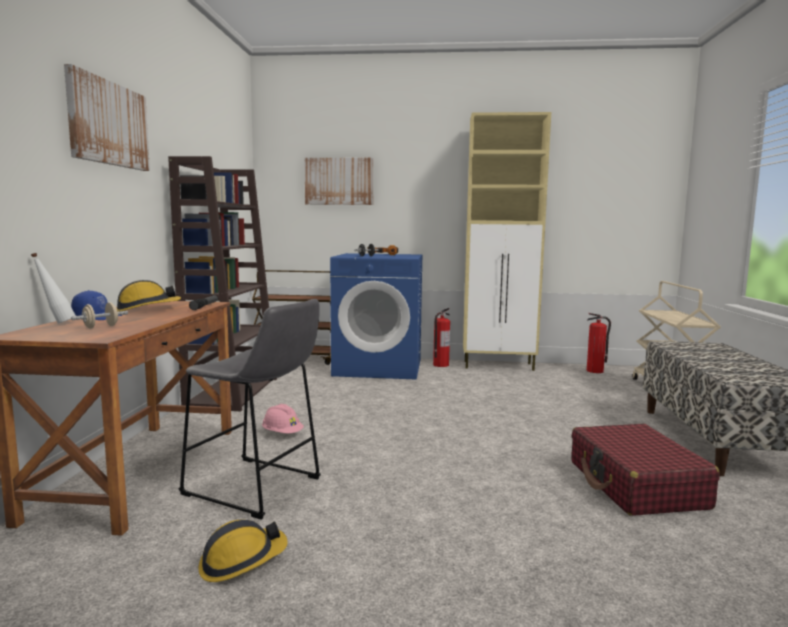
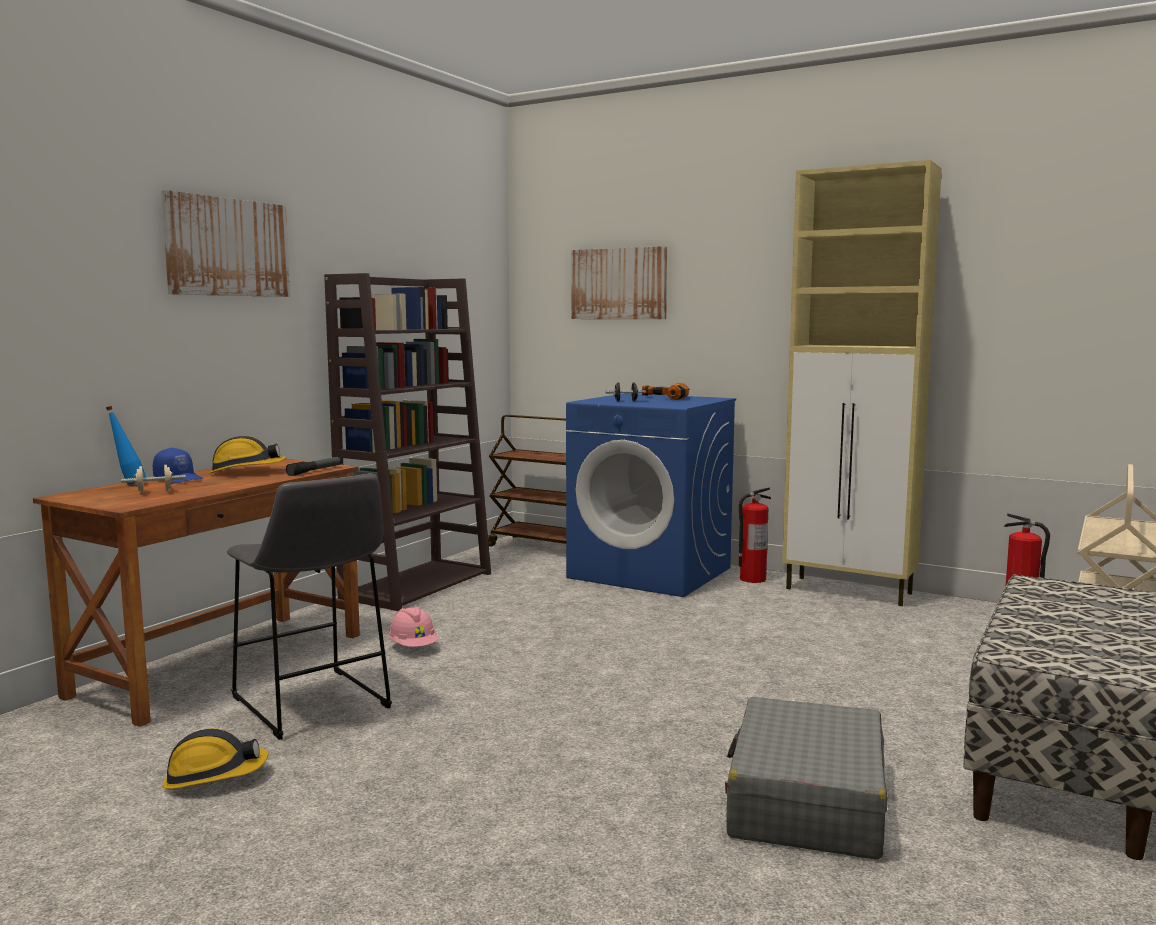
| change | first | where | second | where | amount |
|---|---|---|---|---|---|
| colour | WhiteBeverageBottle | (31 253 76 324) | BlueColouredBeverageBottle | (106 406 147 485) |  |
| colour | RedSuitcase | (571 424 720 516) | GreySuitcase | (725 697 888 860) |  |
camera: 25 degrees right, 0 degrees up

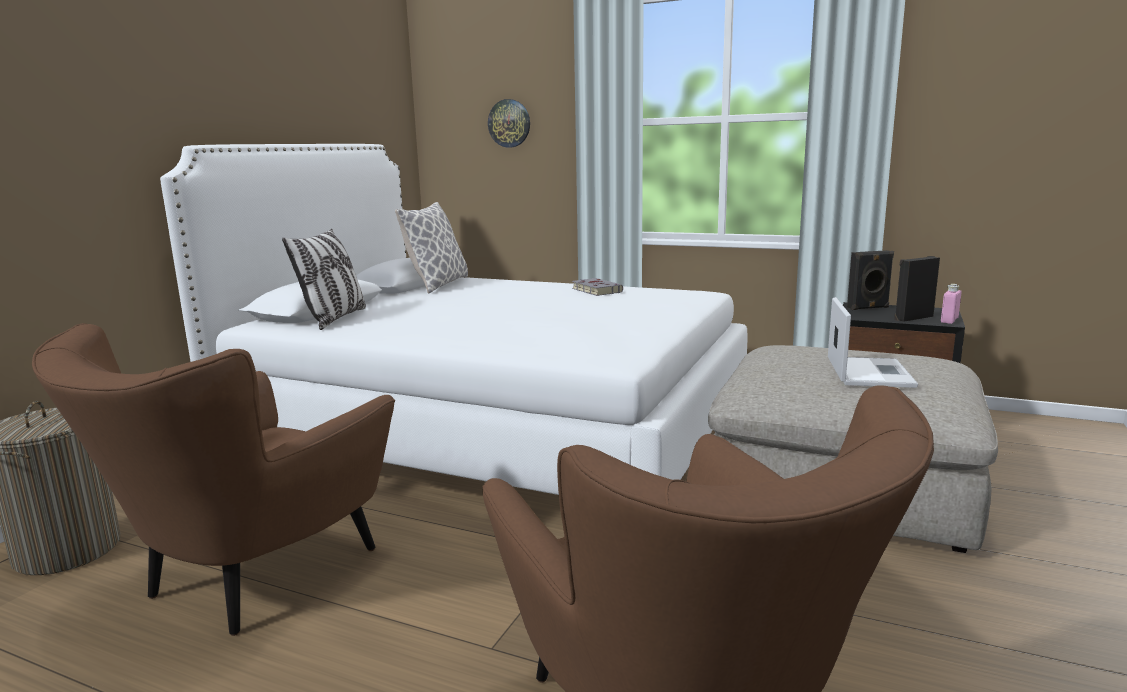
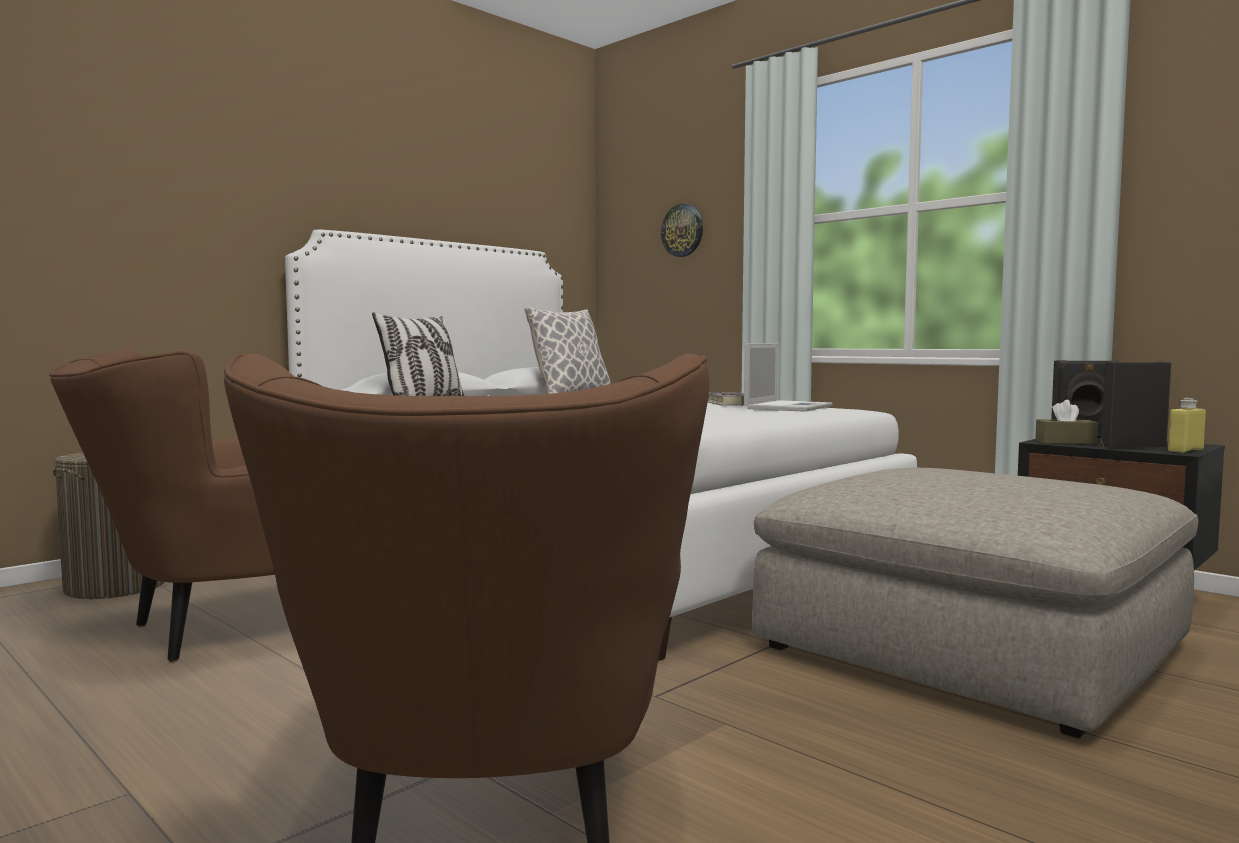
| change | first | where | second | where | amount |
|---|---|---|---|---|---|
| colour | PinkishBeverageBottle | (941 284 962 324) | YellowBeverageBottle | (1168 398 1206 453) |  |
| relocated | PortableComputer | (828 297 918 388) |  | (744 343 833 412) |  |
| appeared |  |  | BrownishBoxOfTissues | (1035 400 1098 444) |  |
camera: 20 degrees right, 10 degrees down

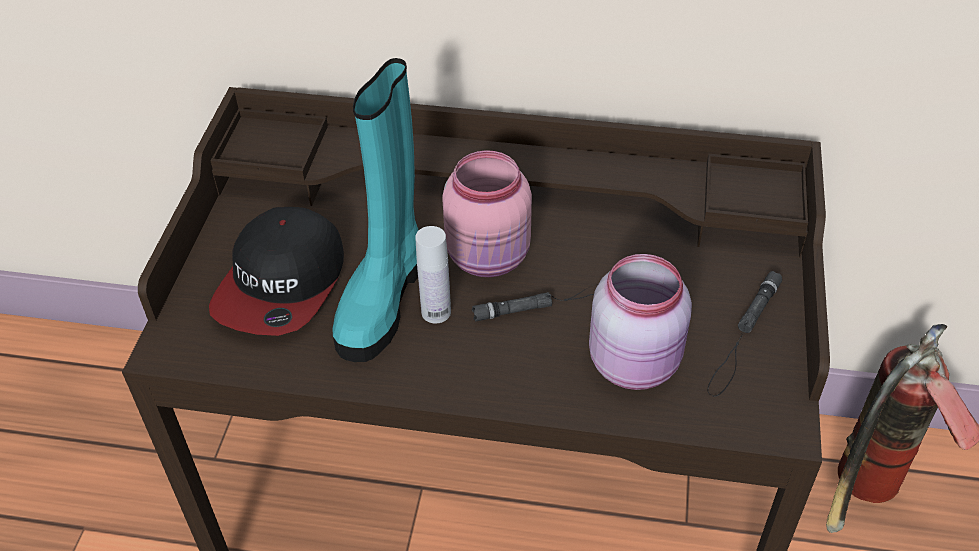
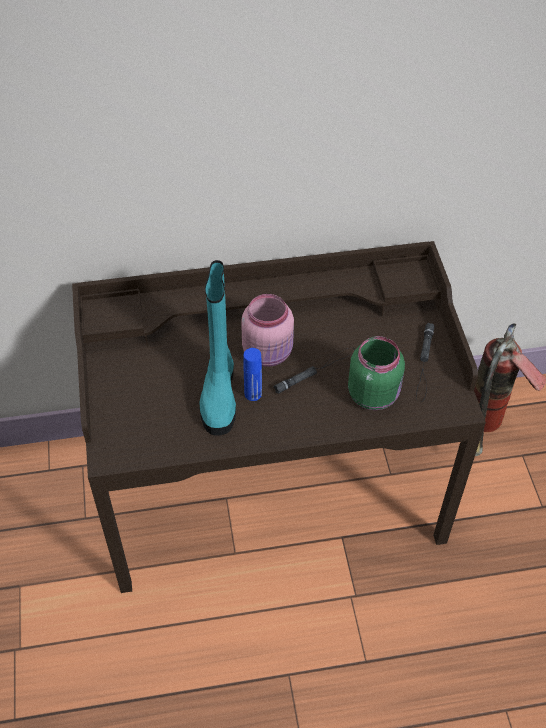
| change | first | where | second | where | amount |
|---|---|---|---|---|---|
| missing | PeakedCap | (209 207 344 336) |  |  |  |
| colour | WhiteBeverageBottle | (415 226 451 323) | BlueColouredBeverageBottle | (243 348 262 401) |  |
| colour | PinkishJar | (589 254 692 390) | GreenJar | (348 336 405 410) |  |
camera: 20 degrees left, 5 degrees up

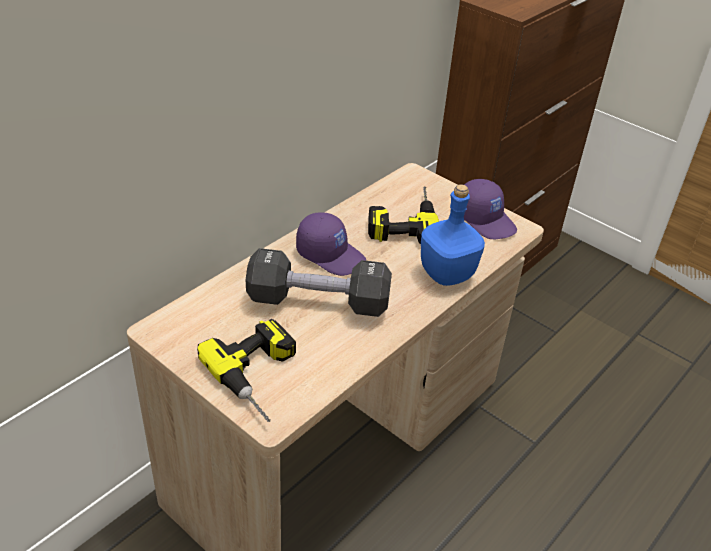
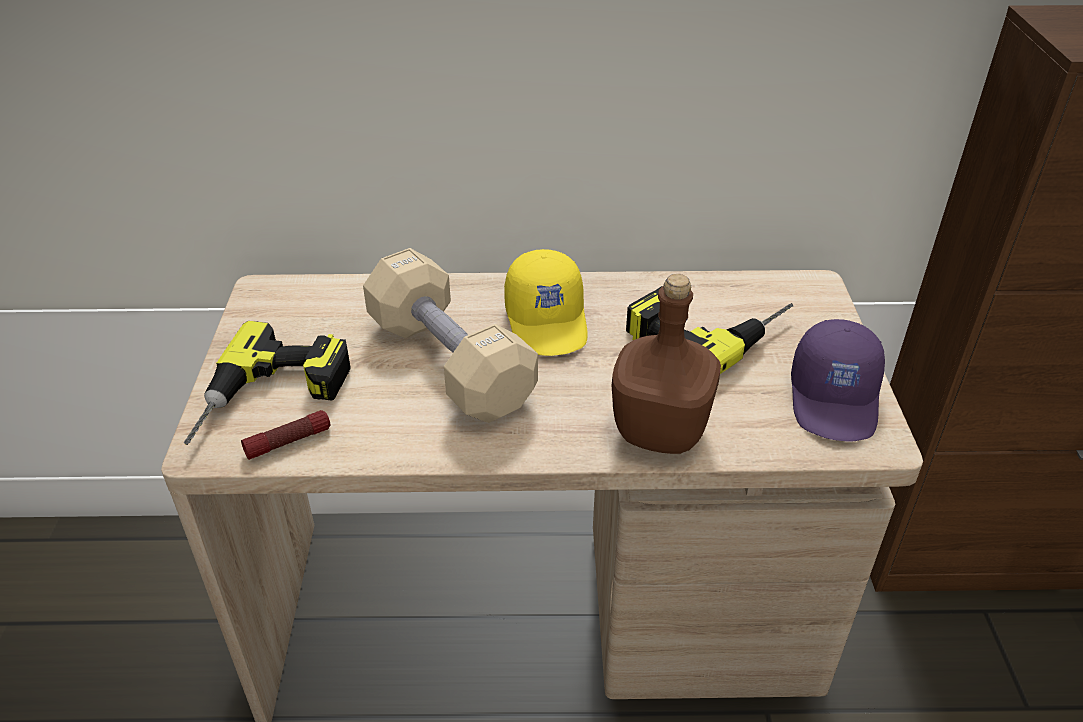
| change | first | where | second | where | amount |
|---|---|---|---|---|---|
| colour | BlueColouredBeverageBottle | (421 184 485 286) | BrownishBeverageBottle | (611 274 721 454) |  |
| colour | PurplishPeakedCap | (296 212 366 276) | YellowPeakedCap | (504 249 588 356) |  |
| colour | BlackishFreeWeight | (246 248 392 317) | BeigeFreeWeight | (363 248 538 423) |  |
| appeared |  |  | HandTorch | (241 410 330 460) |  |
camera: 50 degrees right, 0 degrees up

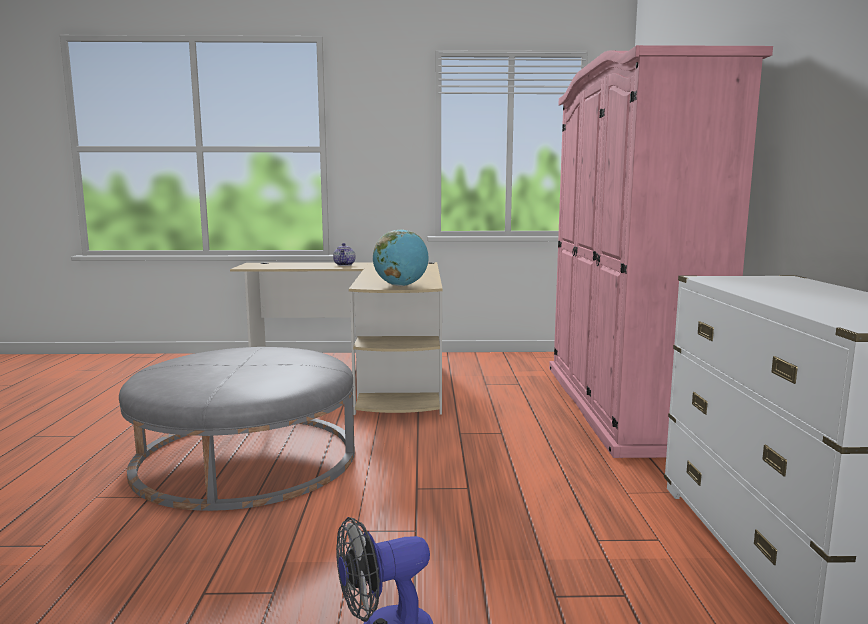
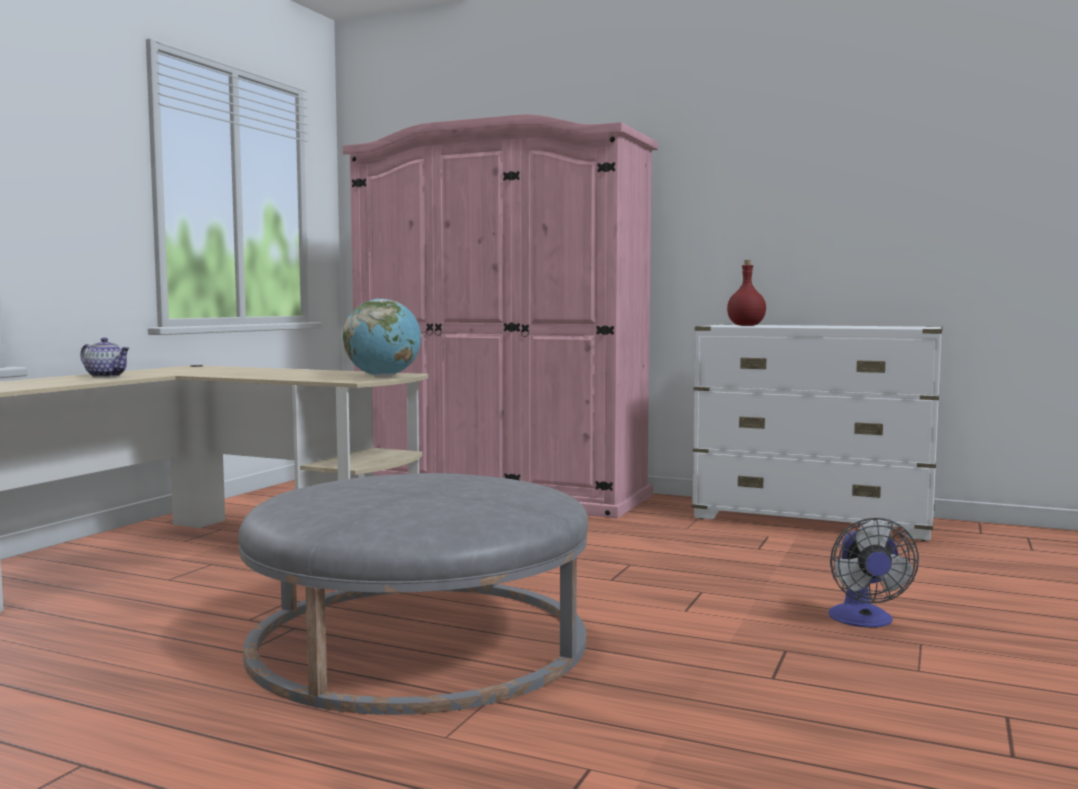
| change | first | where | second | where | amount |
|---|---|---|---|---|---|
| appeared |  |  | RedBeverageBottle | (727 260 766 326) |  |
camera: 65 degrees left, 5 degrees down

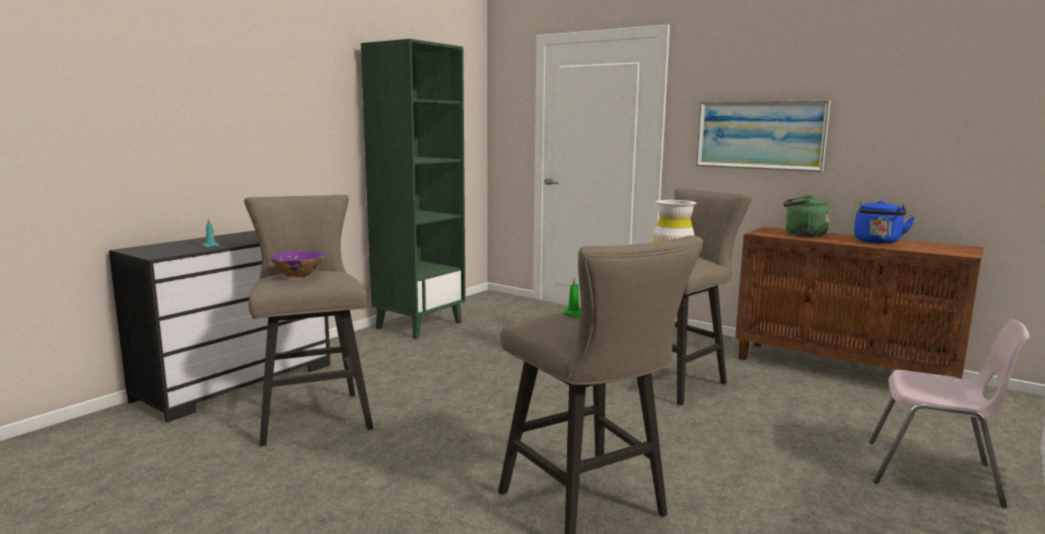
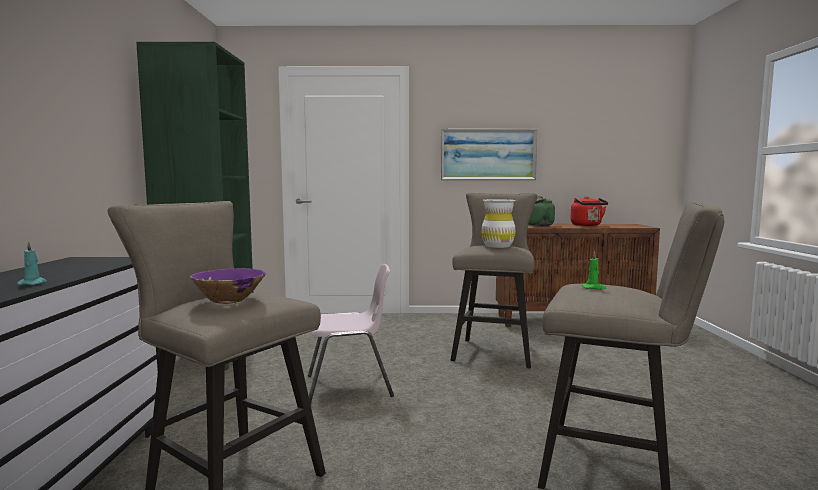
| change | first | where | second | where | amount |
|---|---|---|---|---|---|
| colour | BlueColouredWaterKettle | (854 200 915 244) | RedWaterKettle | (570 196 608 226) |  |
| relocated | PinkishChair | (869 320 1029 508) |  | (308 264 394 404) |  |
camera: 35 degrees left, 5 degrees down

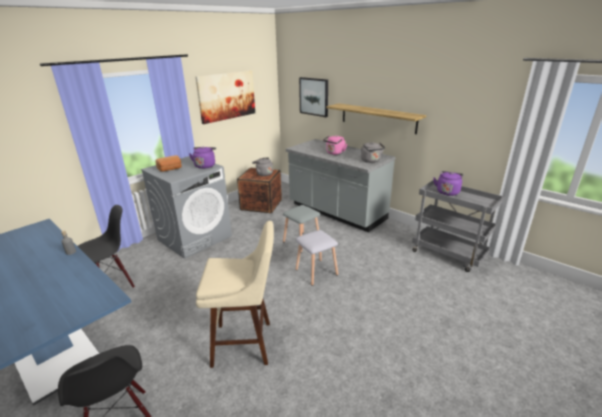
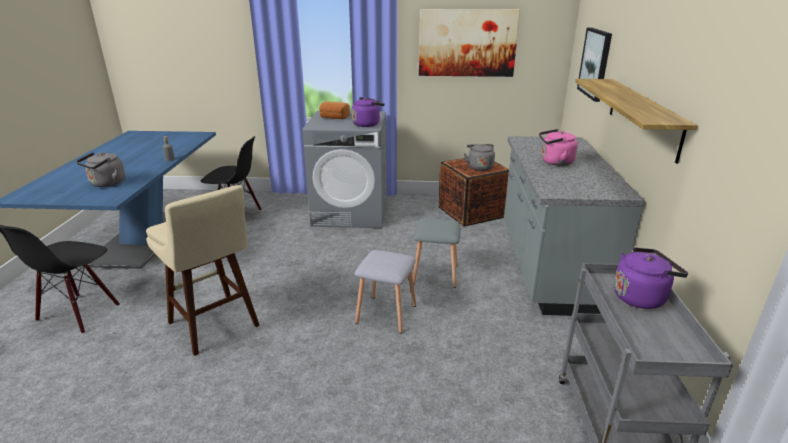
| change | first | where | second | where | amount |
|---|---|---|---|---|---|
| relocated | GreyWaterKettle | (361 142 385 163) |  | (76 153 125 187) |  |
camera: 50 degrees right, 0 degrees up

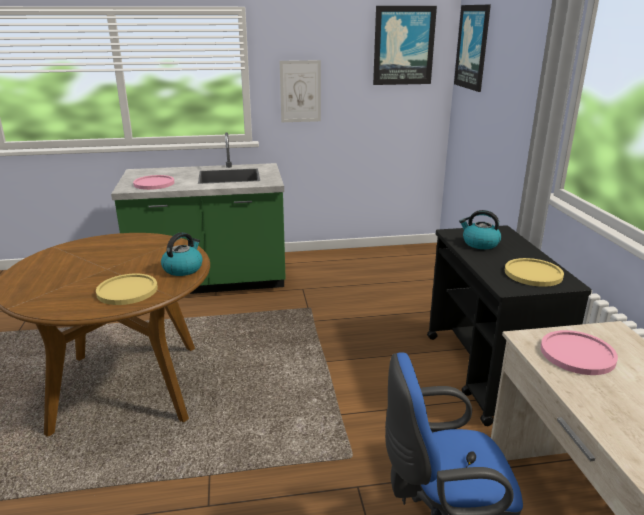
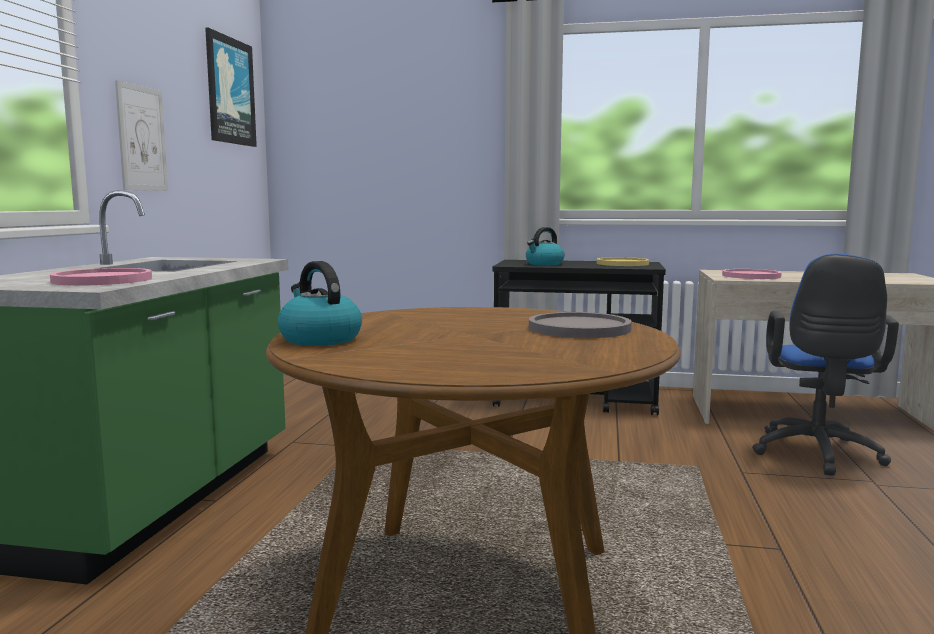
| change | first | where | second | where | amount |
|---|---|---|---|---|---|
| missing | WallArt | (454 5 491 92) |  |  |  |
| relocated | WaterKettle | (161 232 203 276) |  | (278 261 362 346) |  |
| colour | YellowFlatDish | (96 274 158 305) | GreyFlatDish | (529 312 632 338) |  |
camera: 70 degrees left, 15 degrees down

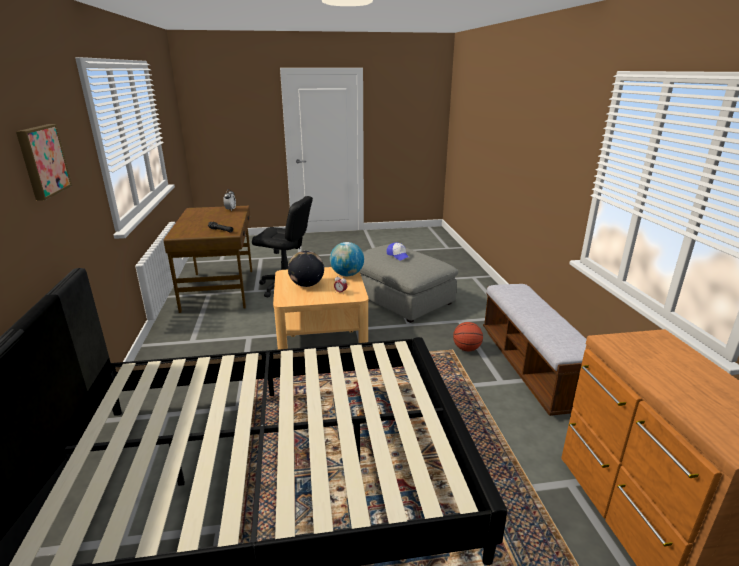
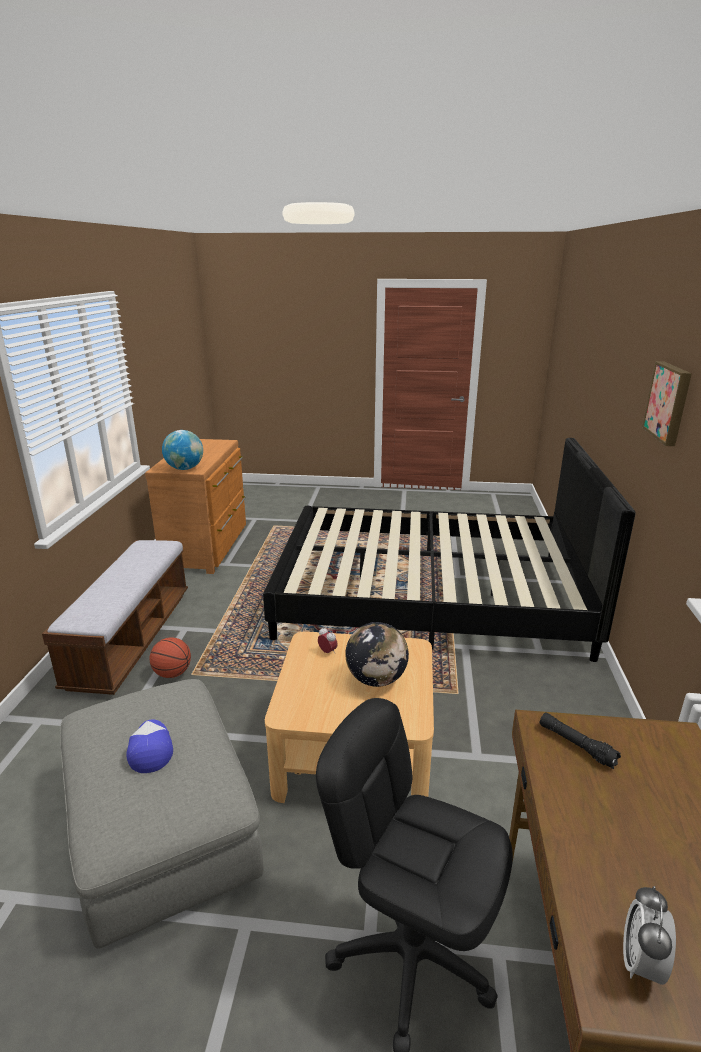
| change | first | where | second | where | amount |
|---|---|---|---|---|---|
| relocated | DeskGlobe | (330 242 364 276) |  | (162 430 203 470) |  |
camera: 165 degrees left, 0 degrees up

